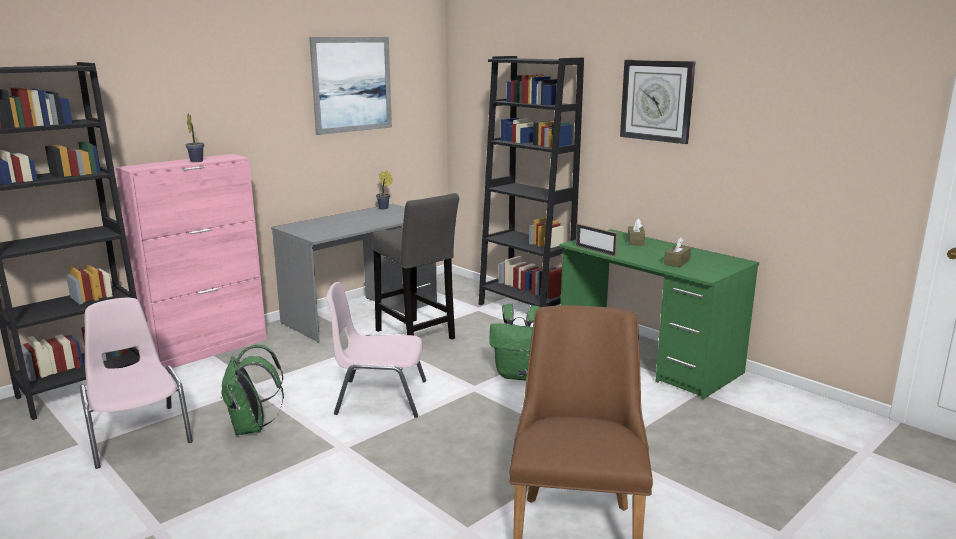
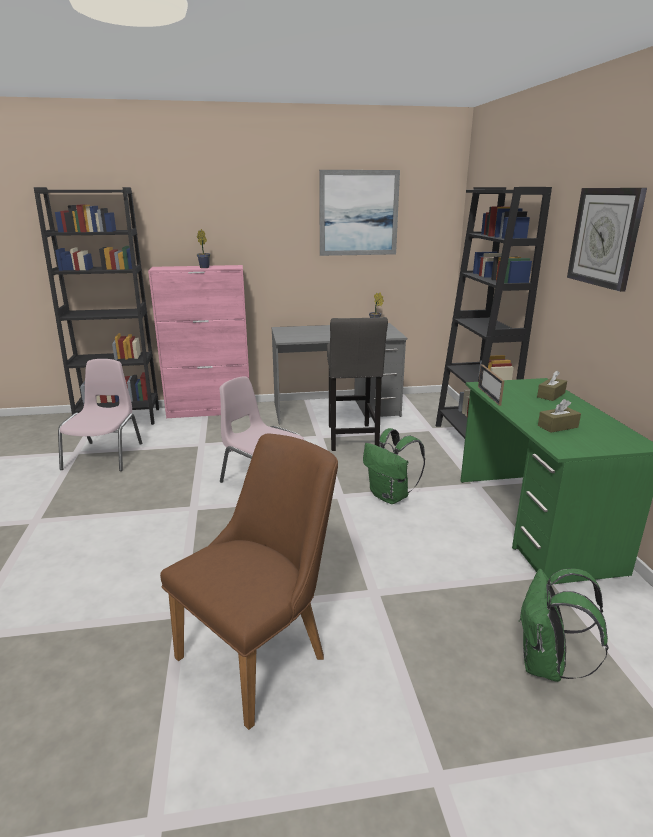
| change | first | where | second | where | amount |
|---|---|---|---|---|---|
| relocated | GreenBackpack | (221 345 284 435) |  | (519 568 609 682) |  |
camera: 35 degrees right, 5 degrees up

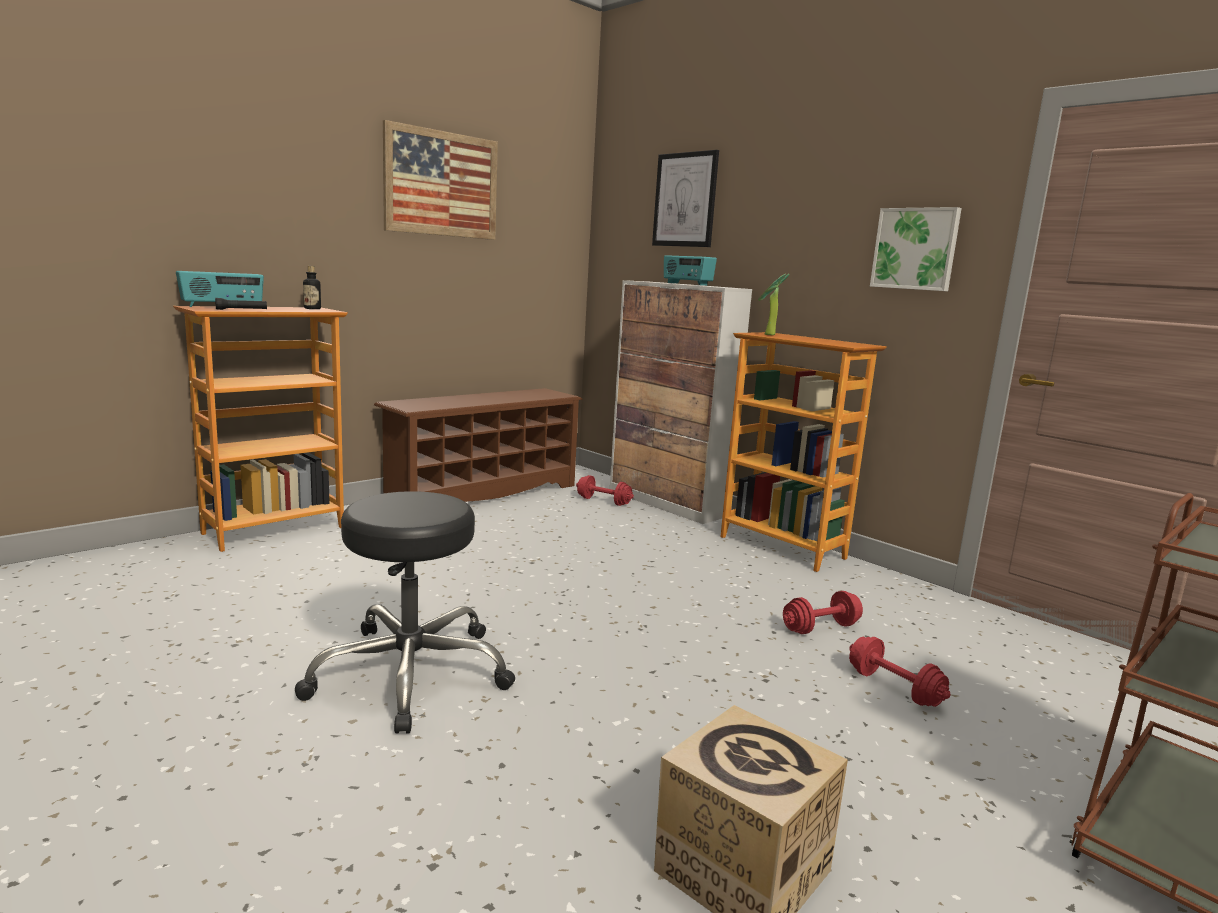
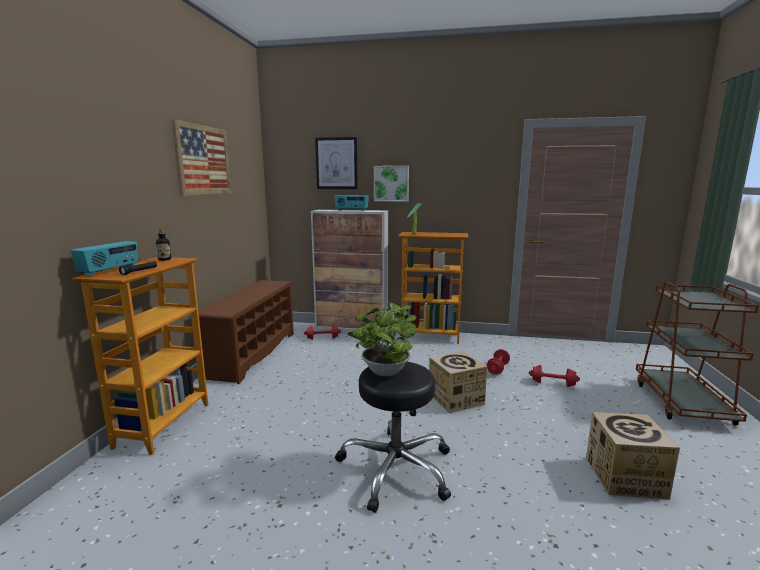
| change | first | where | second | where | amount |
|---|---|---|---|---|---|
| relocated | WallArt | (870 207 962 291) |  | (374 165 409 202) |  |
| appeared |  |  | PottedPlant | (348 302 417 376) |  |
| appeared |  |  | PackingBox | (429 351 487 413) |  |
camera: 35 degrees left, 0 degrees up

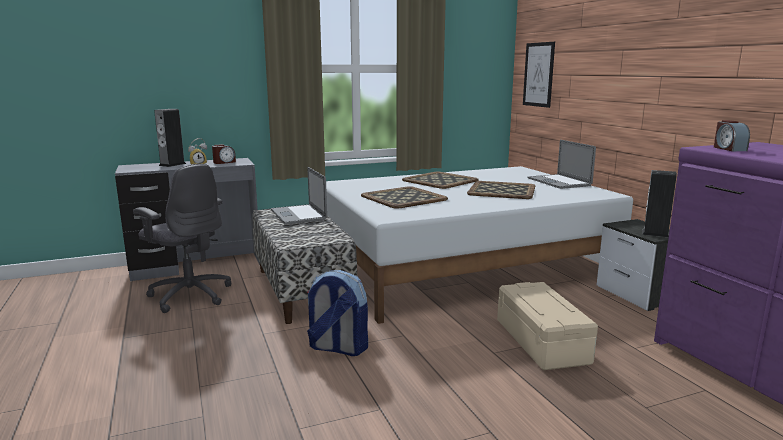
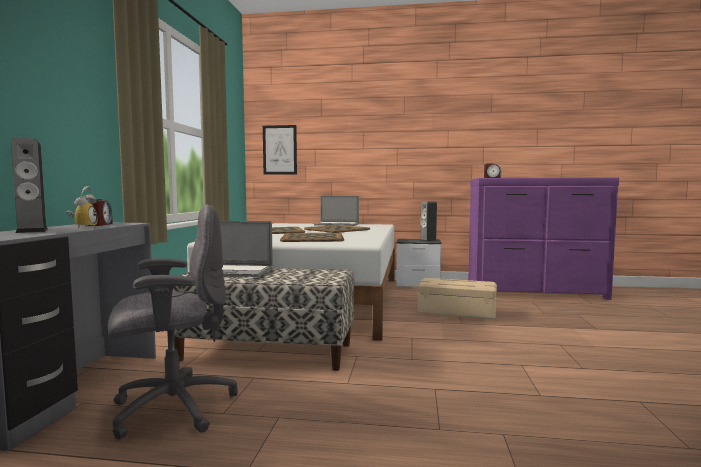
| change | first | where | second | where | amount |
|---|---|---|---|---|---|
| missing | Backpack | (307 270 368 356) |  |  |  |
camera: 60 degrees left, 10 degrees down

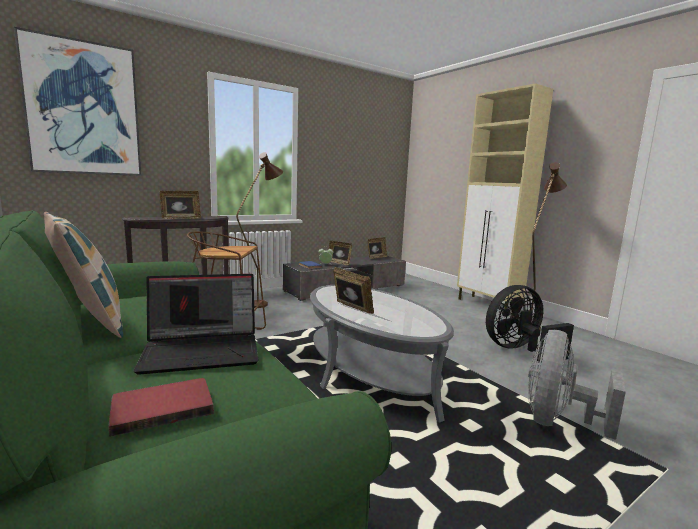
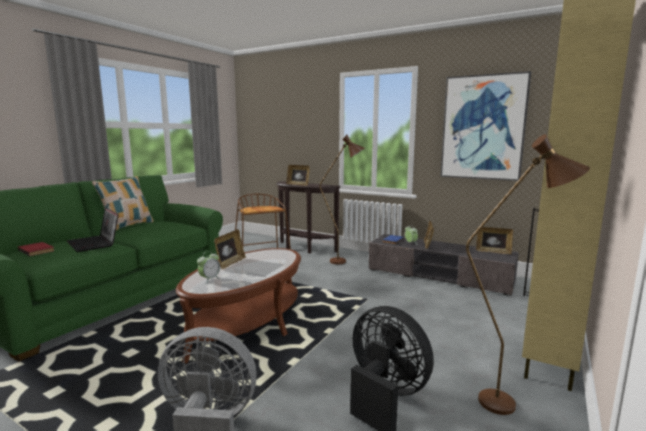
| change | first | where | second | where | amount |
|---|---|---|---|---|---|
| relocated | WallArt | (14 27 141 176) |  | (440 71 531 181) |  |
| colour | GreyLoungeTable | (310 285 454 423) | BrownishLoungeTable | (176 248 301 364) |  |
| appeared |  |  | AlarmClock | (197 251 220 284) |  |
camera: 65 degrees right, 0 degrees up

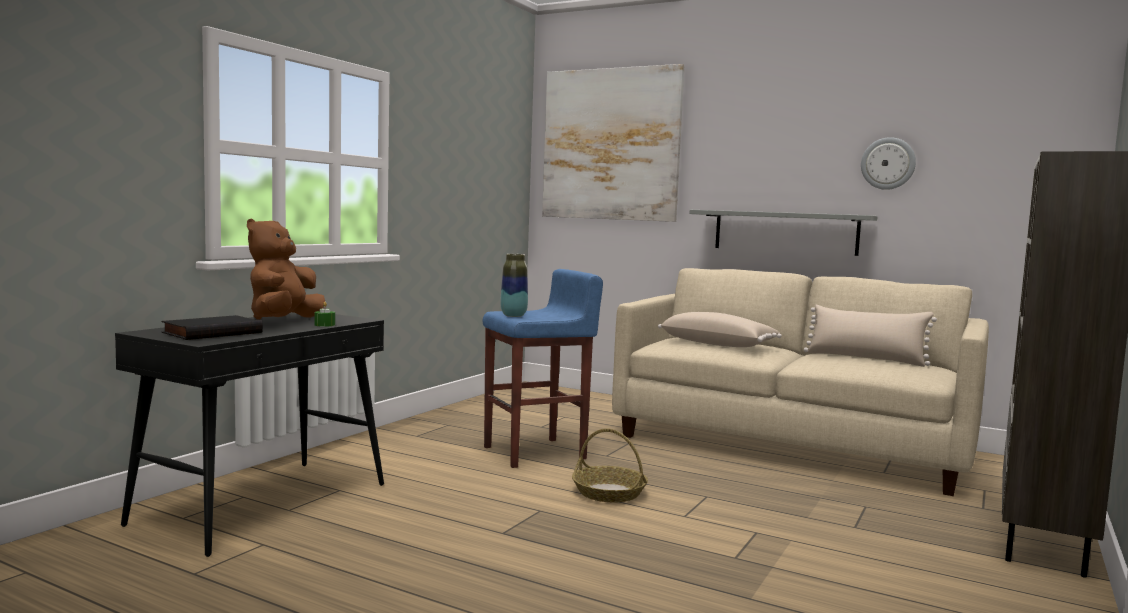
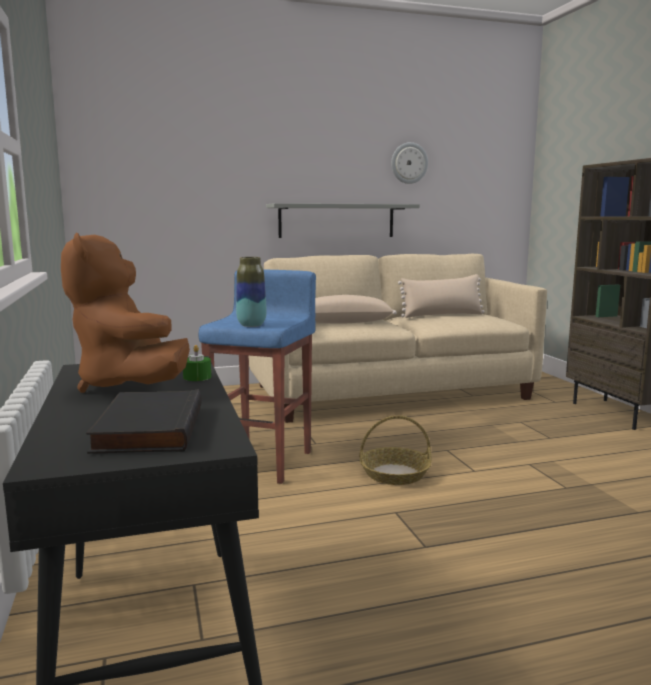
| change | first | where | second | where | amount |
|---|---|---|---|---|---|
| missing | WallArt | (542 64 685 222) |  |  |  |
camera: 45 degrees left, 5 degrees up

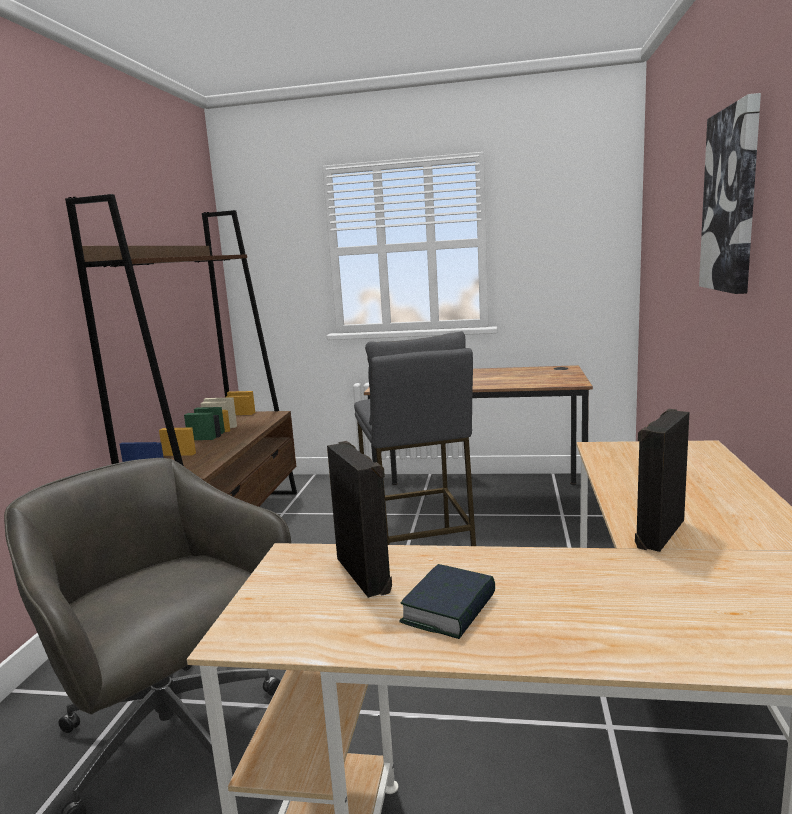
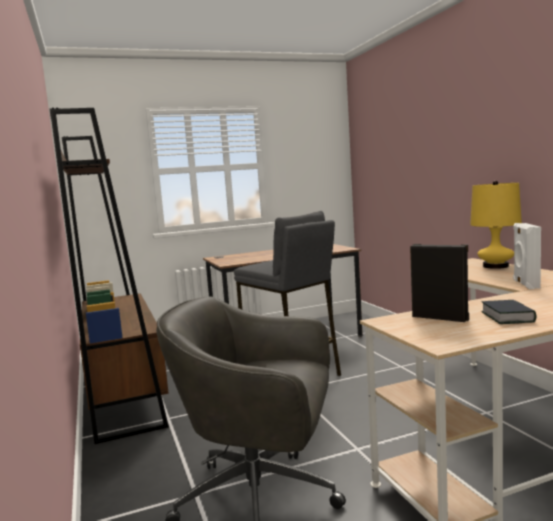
| change | first | where | second | where | amount |
|---|---|---|---|---|---|
| missing | WallArt | (699 93 761 294) |  |  |  |
| colour | BlackishSpeaker | (635 409 689 552) | WhiteSpeaker | (513 223 541 289) |  |
| appeared |  |  | YellowTabletopLamp | (470 181 522 269) |  |
camera: 30 degrees left, 5 degrees down

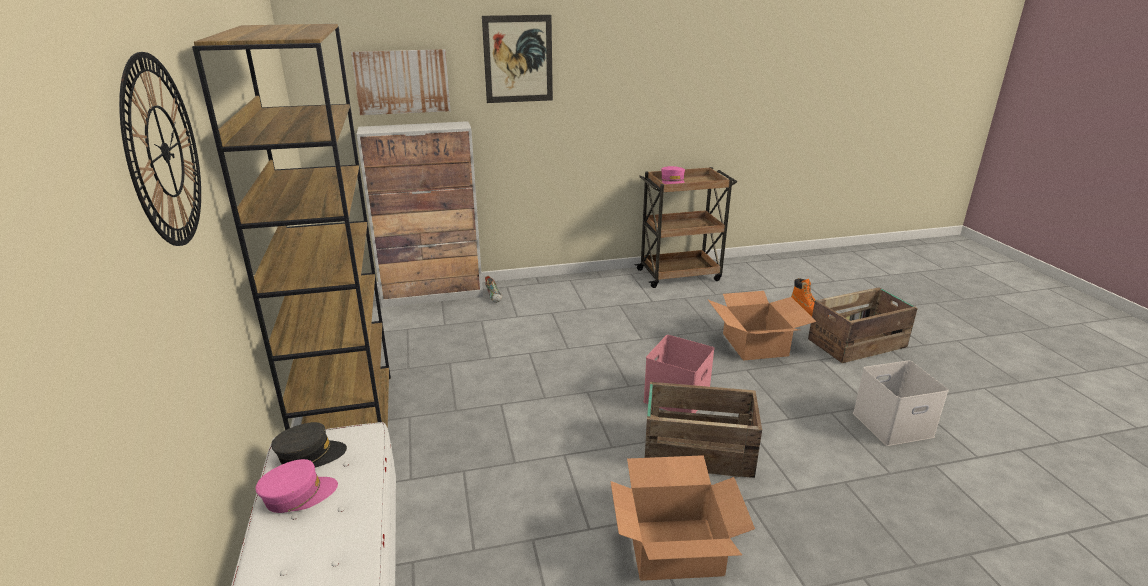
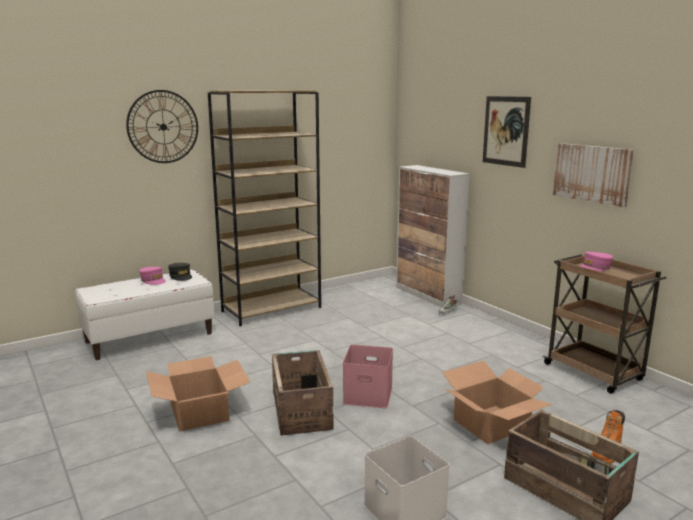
| change | first | where | second | where | amount |
|---|---|---|---|---|---|
| relocated | WallArt | (351 49 451 115) |  | (553 143 634 207) |  |
camera: 70 degrees right, 10 degrees down

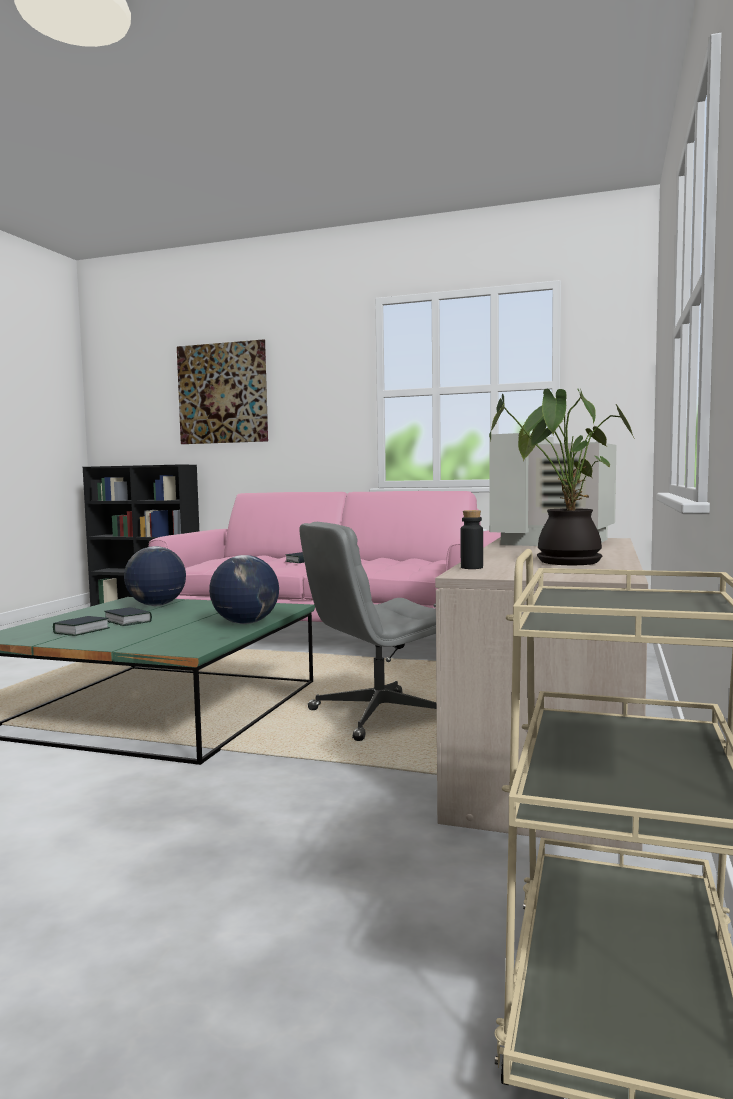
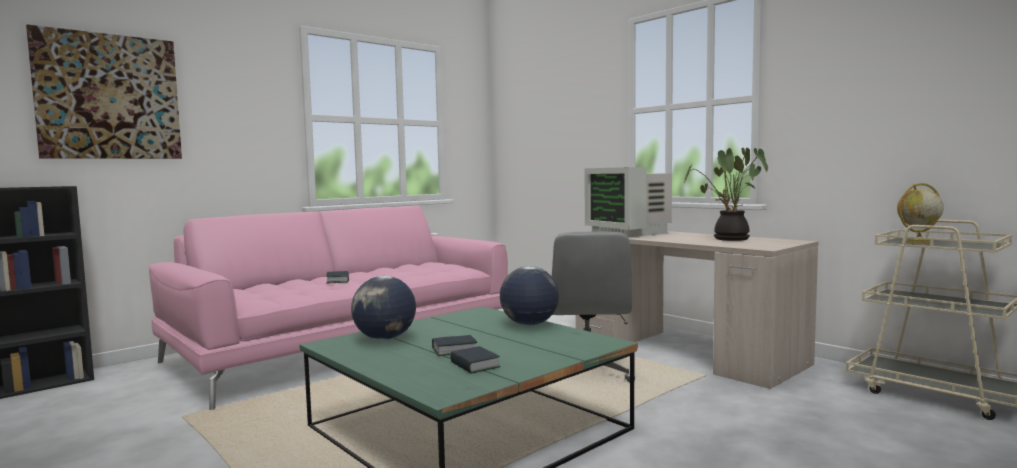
| change | first | where | second | where | amount |
|---|---|---|---|---|---|
| missing | BlackishBeverageBottle | (461 510 483 569) |  |  |  |
| appeared |  |  | DeskGlobe | (897 183 944 243) |  |
camera: 60 degrees left, 0 degrees up

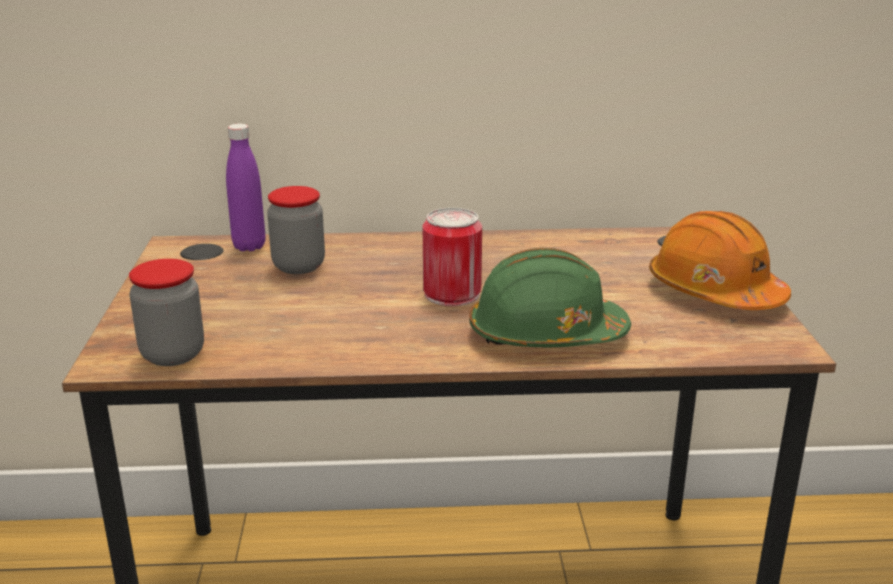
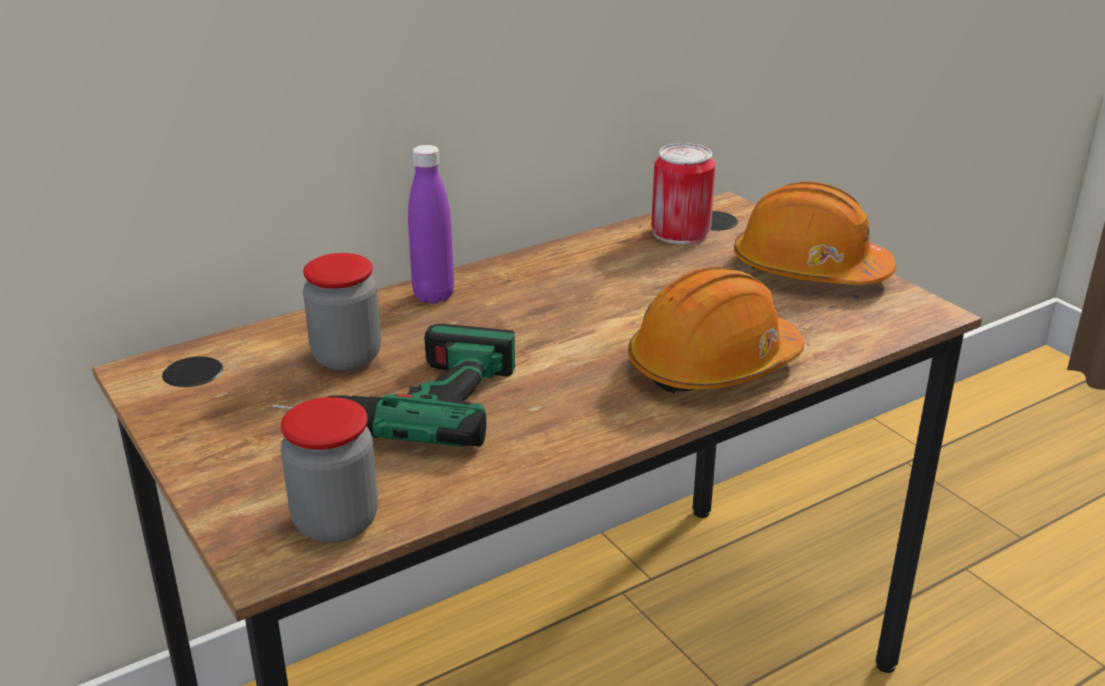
| change | first | where | second | where | amount |
|---|---|---|---|---|---|
| relocated | PurplishBeverageBottle | (226 124 265 251) |  | (408 145 454 304) |  |
| relocated | MetalCan | (423 208 482 306) |  | (651 143 716 244) |  |
| colour | GreenWorkHelmet | (469 248 631 347) | OrangeWorkHelmet | (628 266 804 394) |  |
| appeared |  |  | ElectricDrill | (272 324 515 447) |  |
camera: 30 degrees left, 5 degrees up

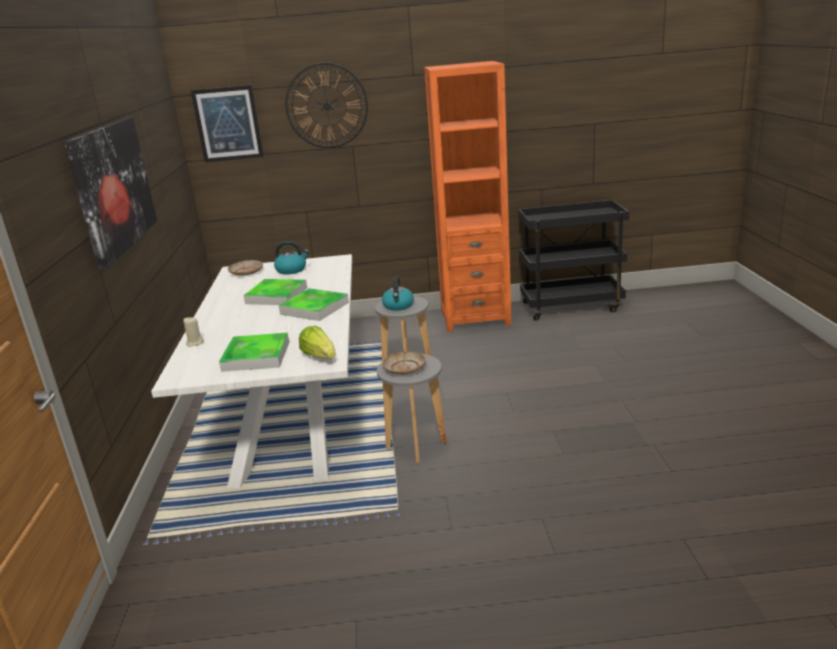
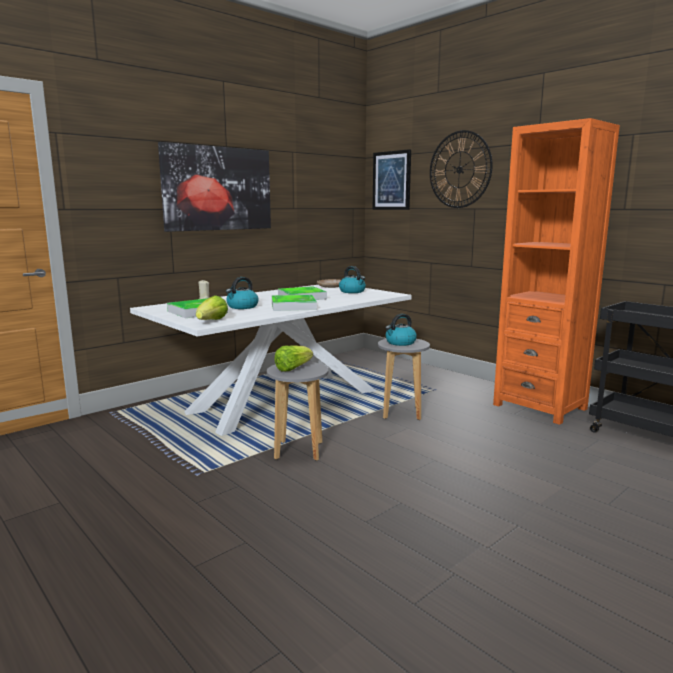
| change | first | where | second | where | amount |
|---|---|---|---|---|---|
| exchanged | BeigeFlatDish | (383 352 426 375) | LettuceHead | (274 345 313 372) |  |
| appeared |  |  | WaterKettle | (226 277 259 309) |  |
camera: 50 degrees right, 10 degrees down

